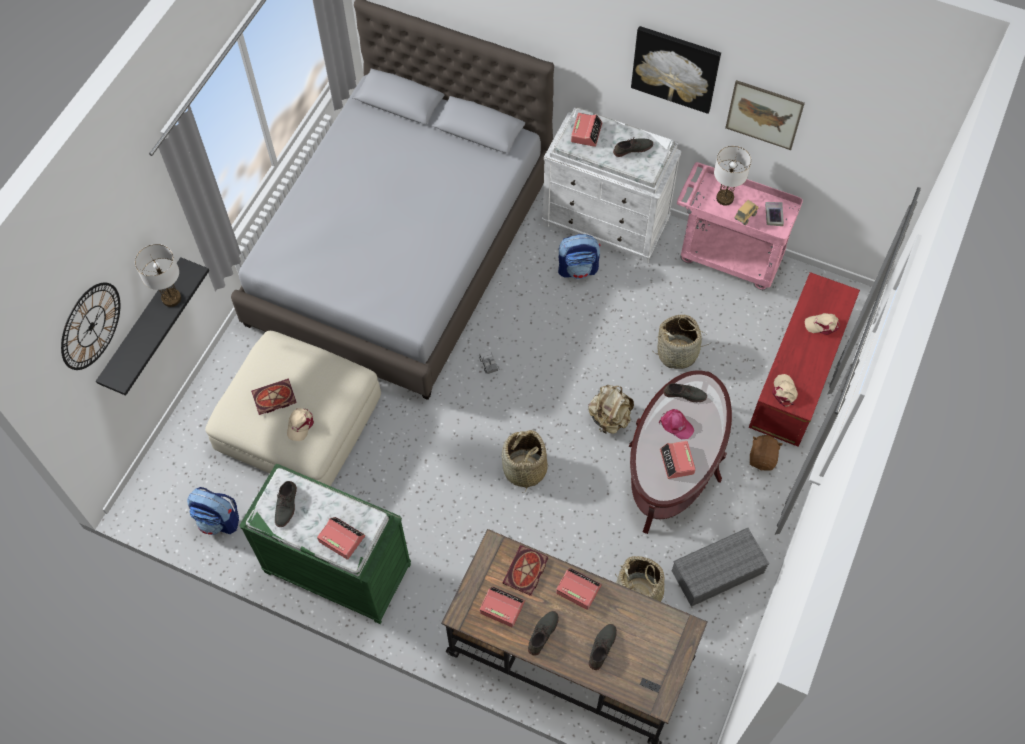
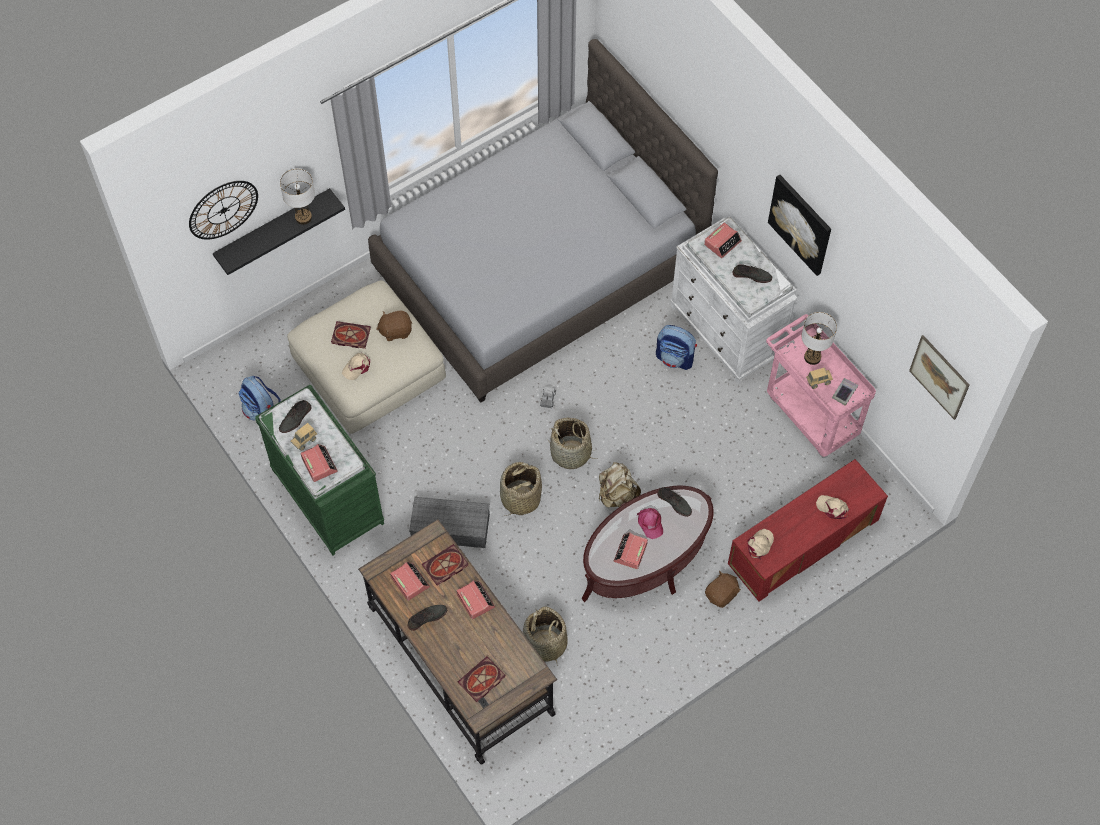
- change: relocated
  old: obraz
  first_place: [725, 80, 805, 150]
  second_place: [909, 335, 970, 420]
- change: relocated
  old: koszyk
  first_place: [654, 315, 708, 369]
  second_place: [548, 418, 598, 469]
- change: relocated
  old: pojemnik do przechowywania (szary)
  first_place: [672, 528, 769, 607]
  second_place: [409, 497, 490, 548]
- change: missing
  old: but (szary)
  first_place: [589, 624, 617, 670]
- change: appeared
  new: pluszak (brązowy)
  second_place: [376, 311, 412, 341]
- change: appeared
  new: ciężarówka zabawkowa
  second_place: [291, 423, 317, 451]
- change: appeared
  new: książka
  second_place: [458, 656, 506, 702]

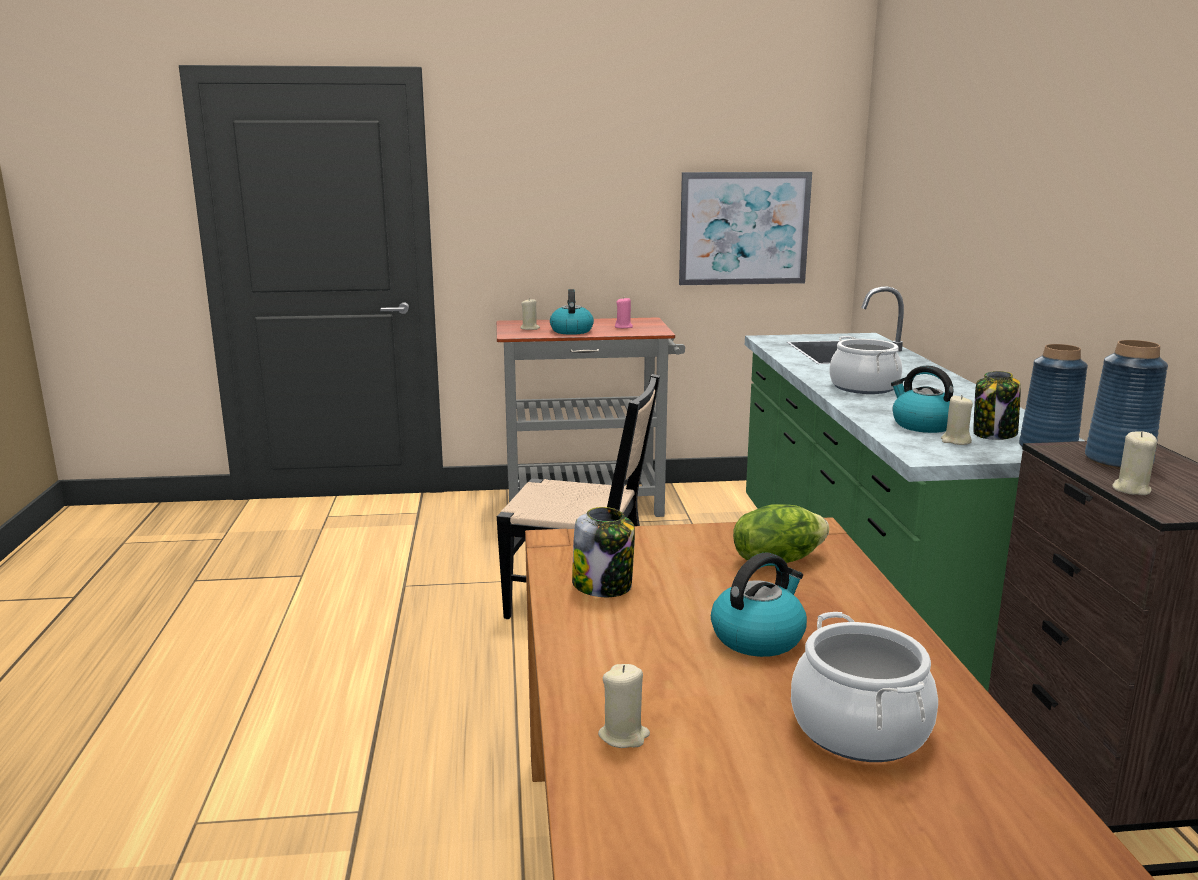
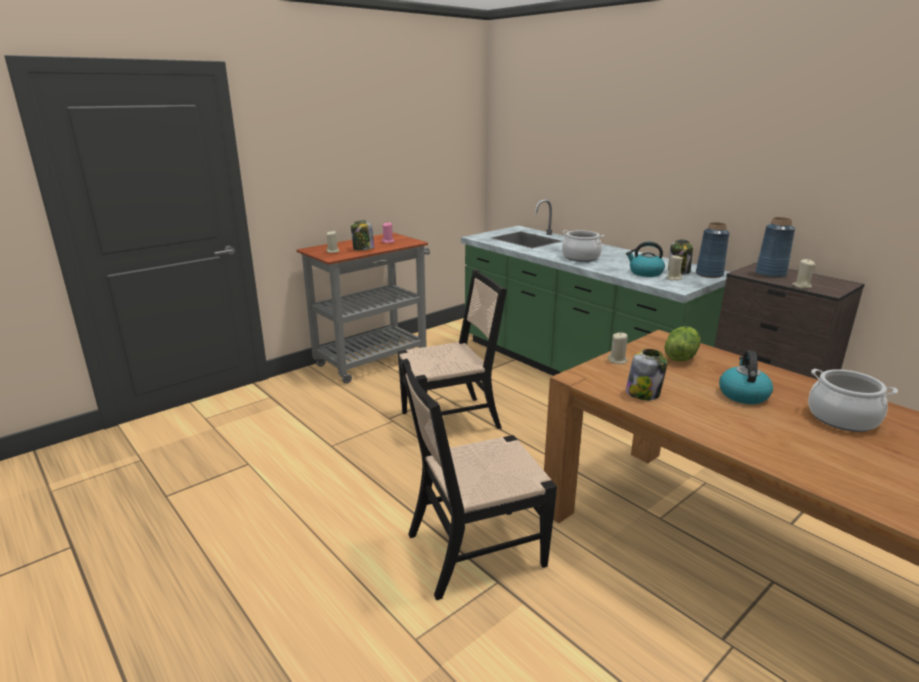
- change: missing
  old: obraz
  first_place: [679, 172, 812, 285]
- change: exchanged
  old: czajnik
  new: słoik
  first_place: [550, 289, 594, 335]
  second_place: [351, 220, 374, 250]
- change: relocated
  old: świeca (beżowy)
  first_place: [598, 664, 650, 748]
  second_place: [608, 332, 628, 364]
- change: appeared
  new: krzesło
  second_place: [400, 359, 557, 600]

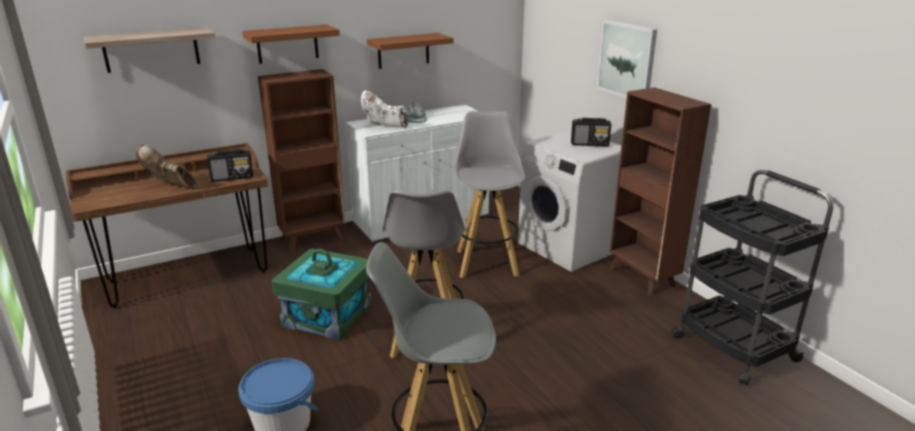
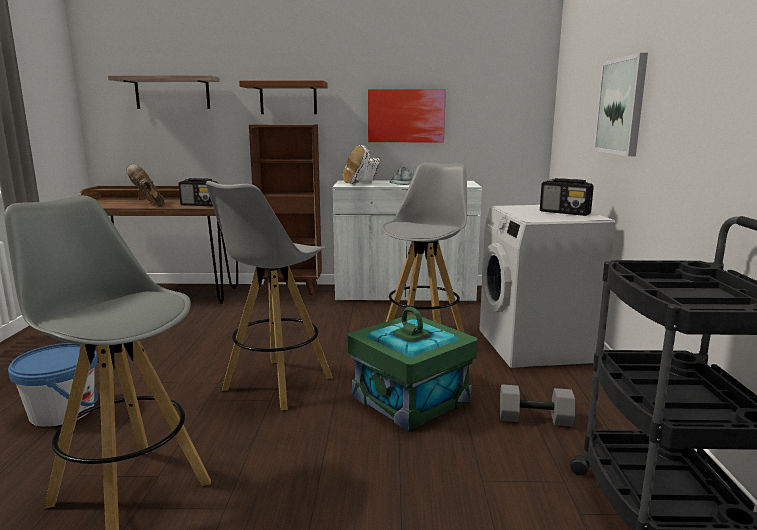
- change: exchanged
  old: półka (brązowy)
  new: obraz
  first_place: [367, 33, 454, 69]
  second_place: [368, 89, 446, 142]
- change: missing
  old: regał (brązowy)
  first_place: [609, 87, 711, 295]
- change: spun
  old: but z cholewką (biały)
  first_place: [361, 91, 408, 128]
  second_place: [342, 145, 380, 184]
  degrees: -105
- change: relocated
  old: pojemnik do przechowywania (zielony)
  first_place: [272, 249, 371, 340]
  second_place: [347, 307, 478, 432]
- change: appeared
  new: hantel (szary)
  second_place: [499, 384, 575, 426]

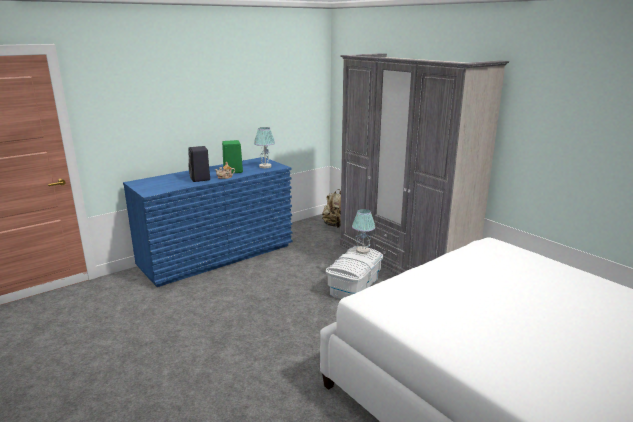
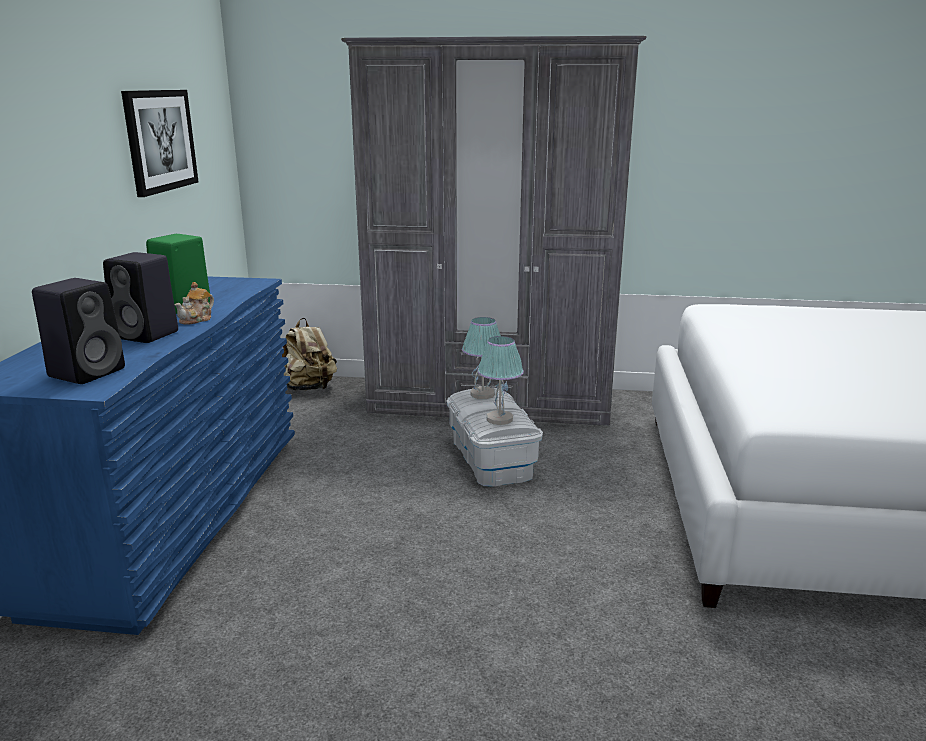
- change: relocated
  old: lampa stołowa
  first_place: [254, 127, 275, 168]
  second_place: [477, 336, 524, 425]
- change: appeared
  new: obraz
  second_place: [121, 90, 198, 197]
- change: appeared
  new: głośnik (czarny)
  second_place: [32, 278, 125, 384]

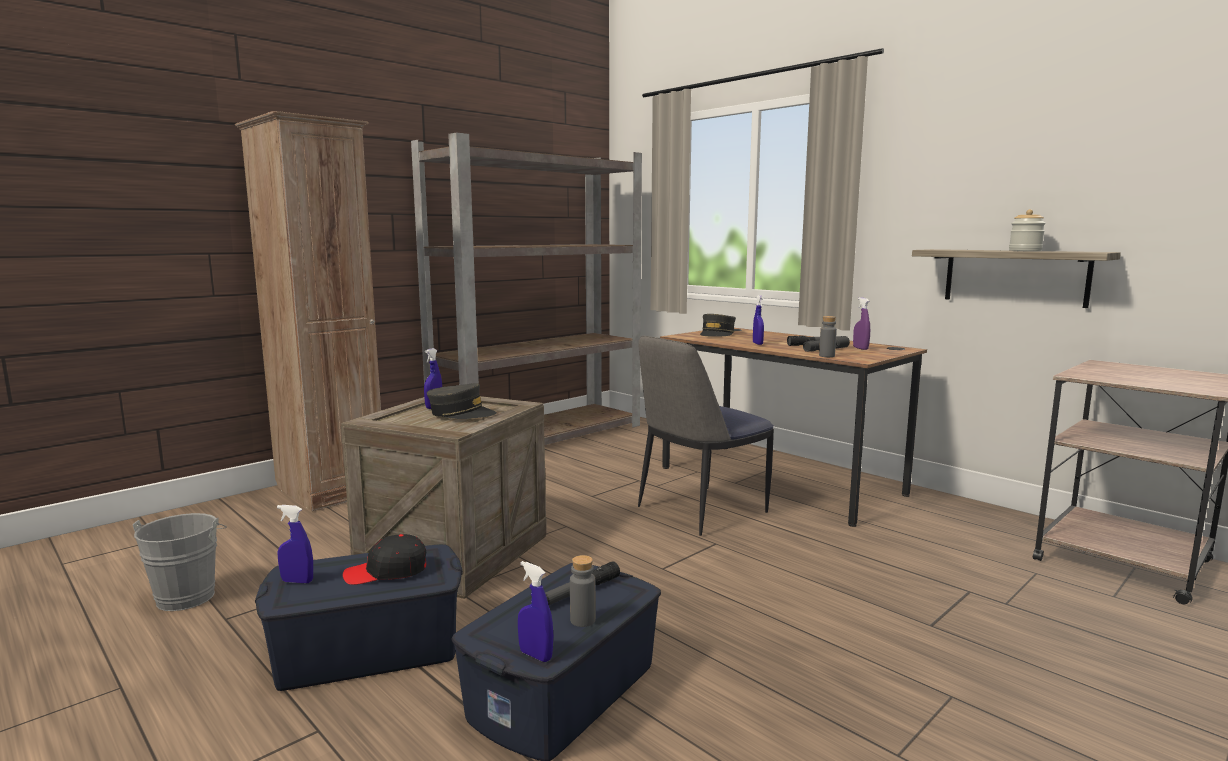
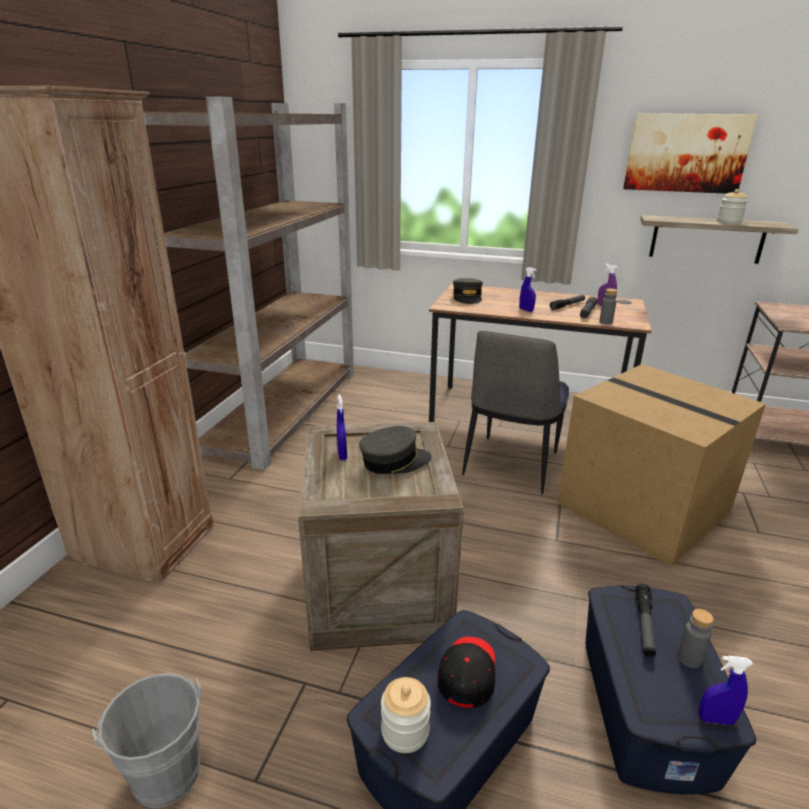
- change: exchanged
  old: spryskiwacz (niebieski)
  new: słoik
  first_place: [277, 505, 313, 583]
  second_place: [381, 677, 431, 753]
- change: spun
  old: czapka z daszkiem (czarny)
  first_place: [343, 534, 427, 585]
  second_place: [437, 636, 496, 708]
  degrees: 150
- change: appeared
  new: obraz
  second_place: [623, 113, 757, 194]
- change: appeared
  new: karton
  second_place: [557, 364, 766, 566]

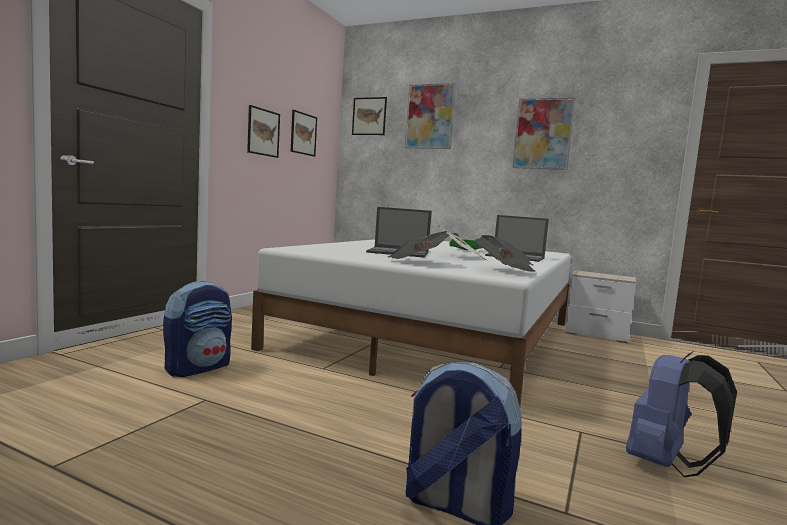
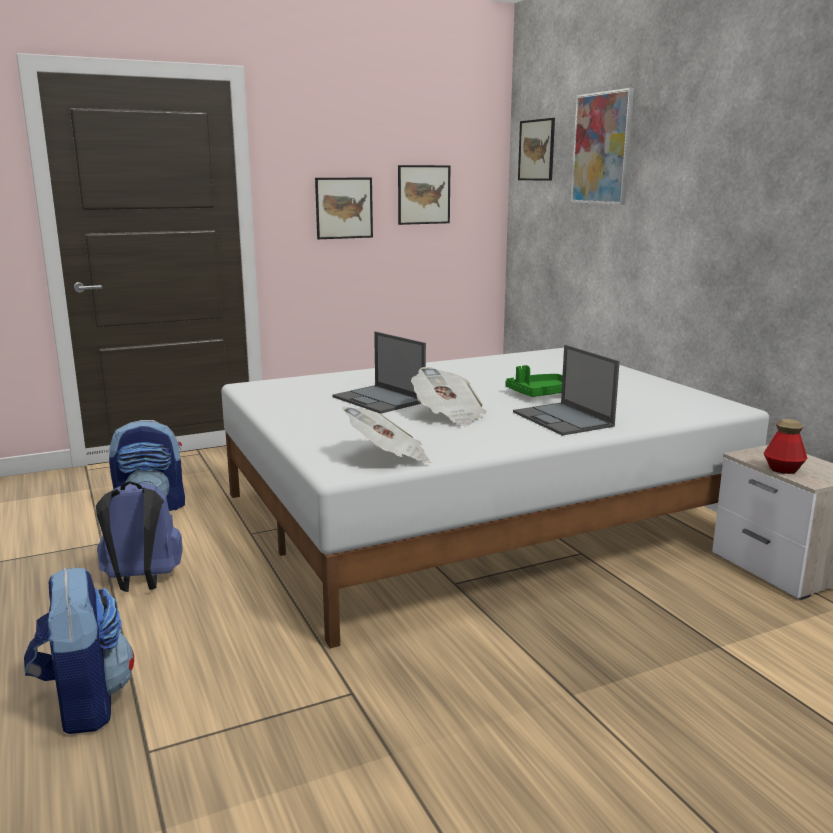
- change: missing
  old: obraz
  first_place: [513, 97, 576, 170]
- change: missing
  old: gazeta
  first_place: [388, 231, 449, 259]
- change: relocated
  old: plecak (niebieski)
  first_place: [626, 351, 737, 477]
  second_place: [96, 481, 183, 592]
- change: appeared
  new: butelka
  second_place: [764, 419, 808, 474]

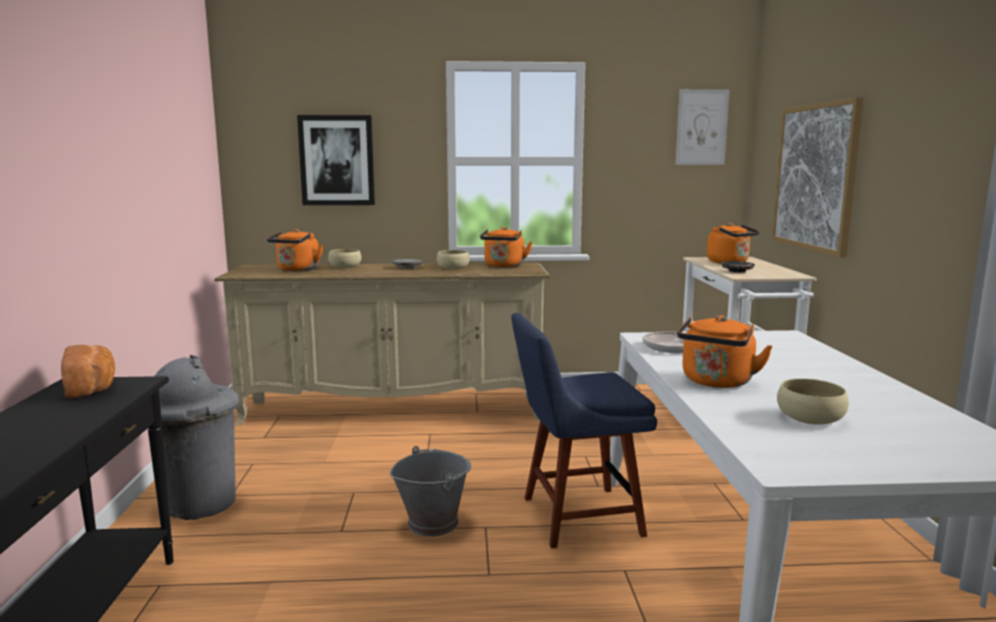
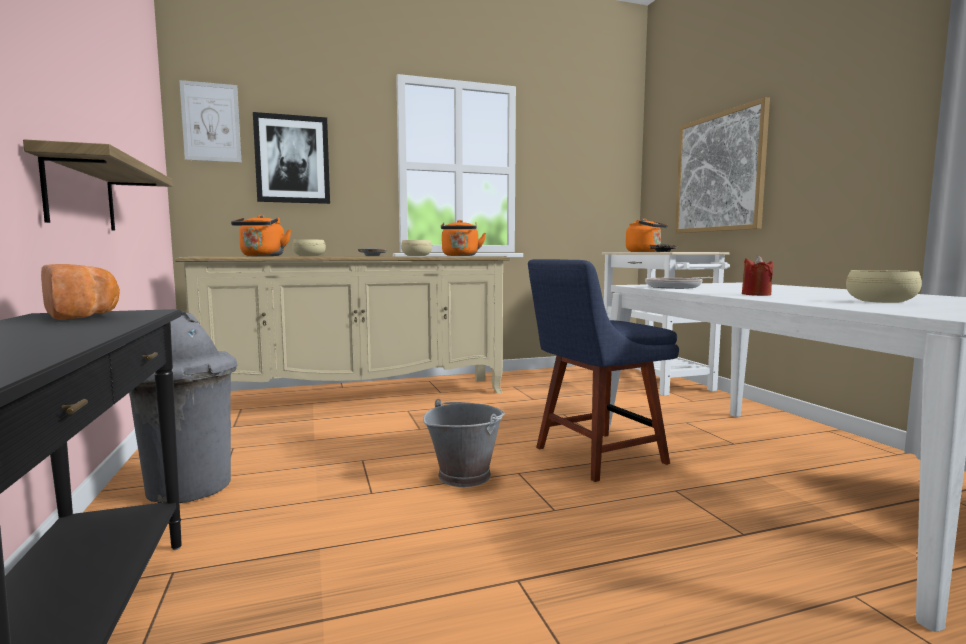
- change: relocated
  old: obraz
  first_place: [675, 89, 730, 165]
  second_place: [179, 80, 242, 163]
- change: exchanged
  old: czajnik (pomarańczowy)
  new: świeca (czerwony)
  first_place: [677, 315, 773, 388]
  second_place: [742, 255, 773, 296]
- change: appeared
  new: półka
  second_place: [23, 139, 173, 231]

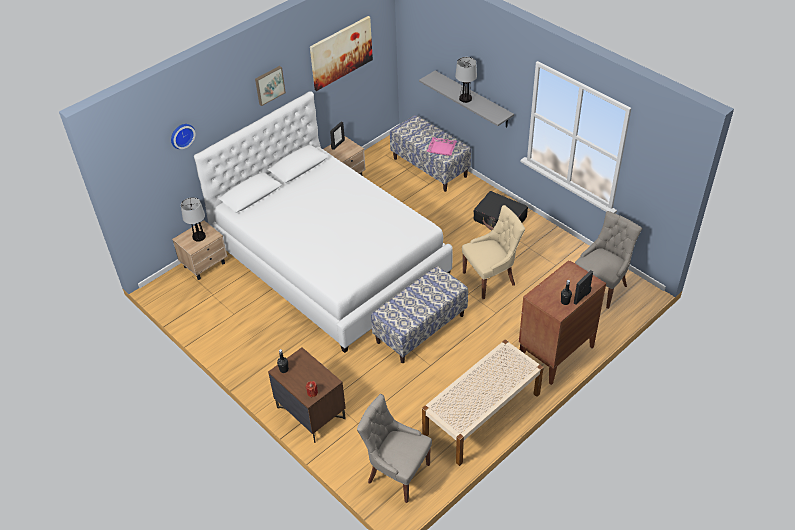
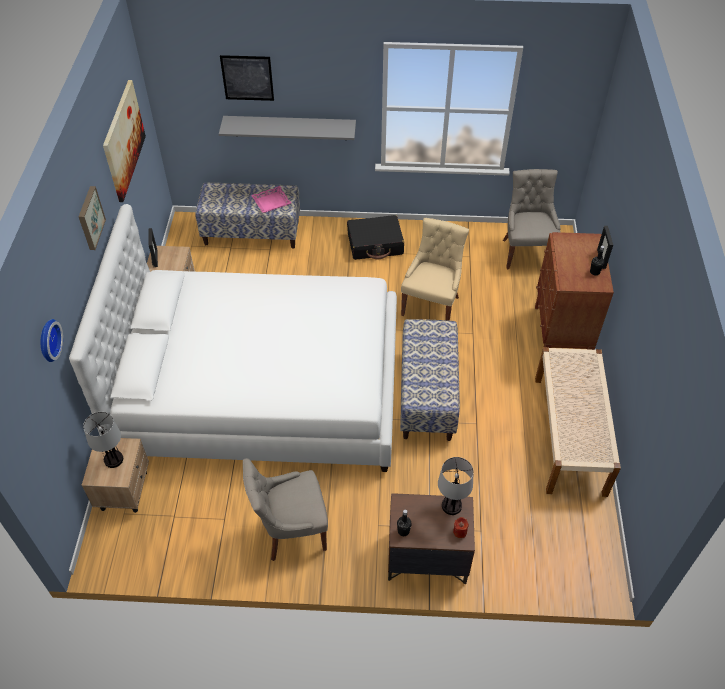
- change: relocated
  old: lampa stołowa
  first_place: [455, 57, 477, 103]
  second_place: [438, 457, 474, 515]
- change: relocated
  old: krzesło (szary)
  first_place: [357, 394, 432, 503]
  second_place: [243, 458, 328, 561]
- change: appeared
  new: obraz
  second_place: [220, 55, 274, 101]

